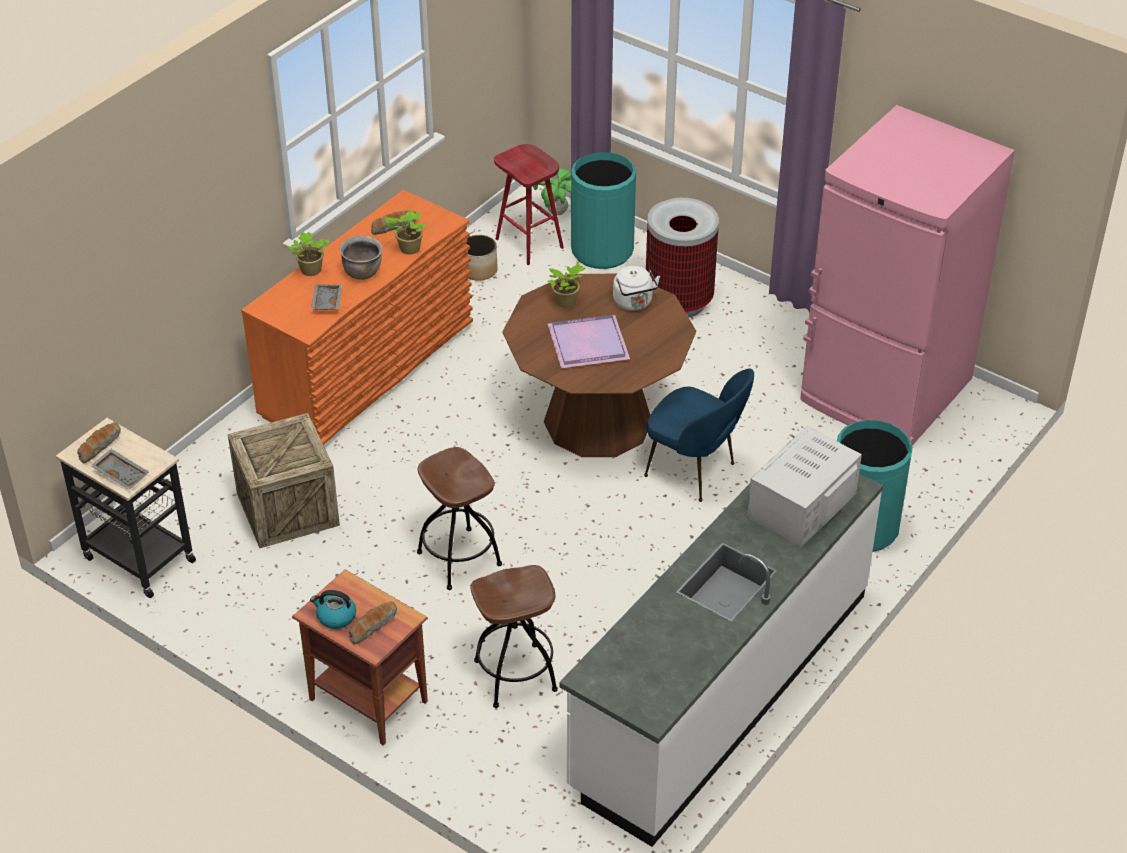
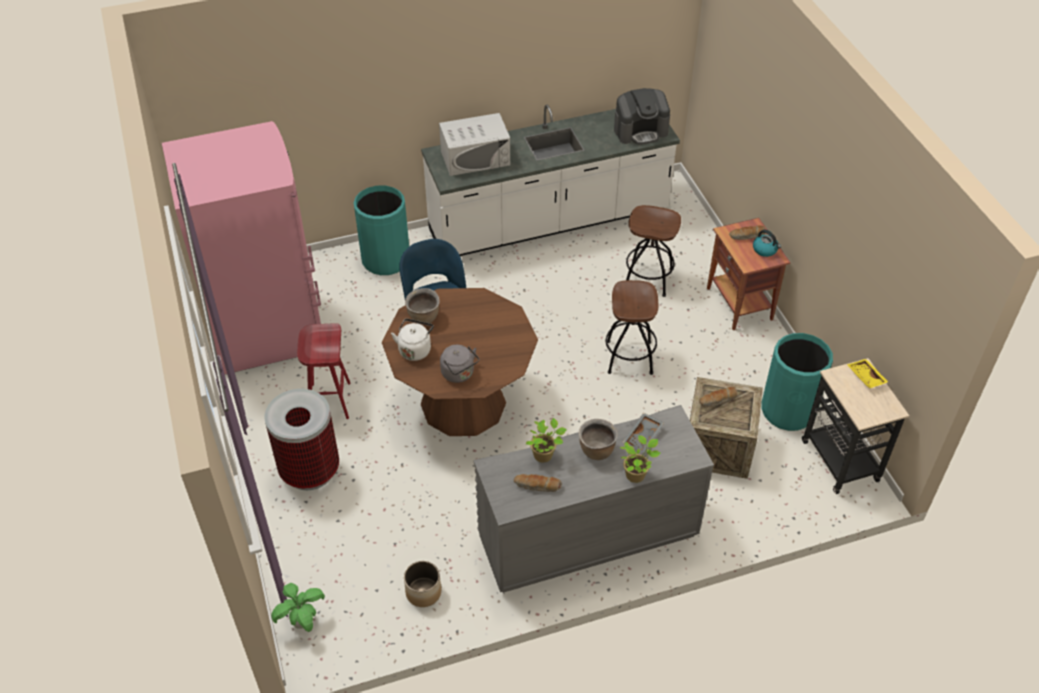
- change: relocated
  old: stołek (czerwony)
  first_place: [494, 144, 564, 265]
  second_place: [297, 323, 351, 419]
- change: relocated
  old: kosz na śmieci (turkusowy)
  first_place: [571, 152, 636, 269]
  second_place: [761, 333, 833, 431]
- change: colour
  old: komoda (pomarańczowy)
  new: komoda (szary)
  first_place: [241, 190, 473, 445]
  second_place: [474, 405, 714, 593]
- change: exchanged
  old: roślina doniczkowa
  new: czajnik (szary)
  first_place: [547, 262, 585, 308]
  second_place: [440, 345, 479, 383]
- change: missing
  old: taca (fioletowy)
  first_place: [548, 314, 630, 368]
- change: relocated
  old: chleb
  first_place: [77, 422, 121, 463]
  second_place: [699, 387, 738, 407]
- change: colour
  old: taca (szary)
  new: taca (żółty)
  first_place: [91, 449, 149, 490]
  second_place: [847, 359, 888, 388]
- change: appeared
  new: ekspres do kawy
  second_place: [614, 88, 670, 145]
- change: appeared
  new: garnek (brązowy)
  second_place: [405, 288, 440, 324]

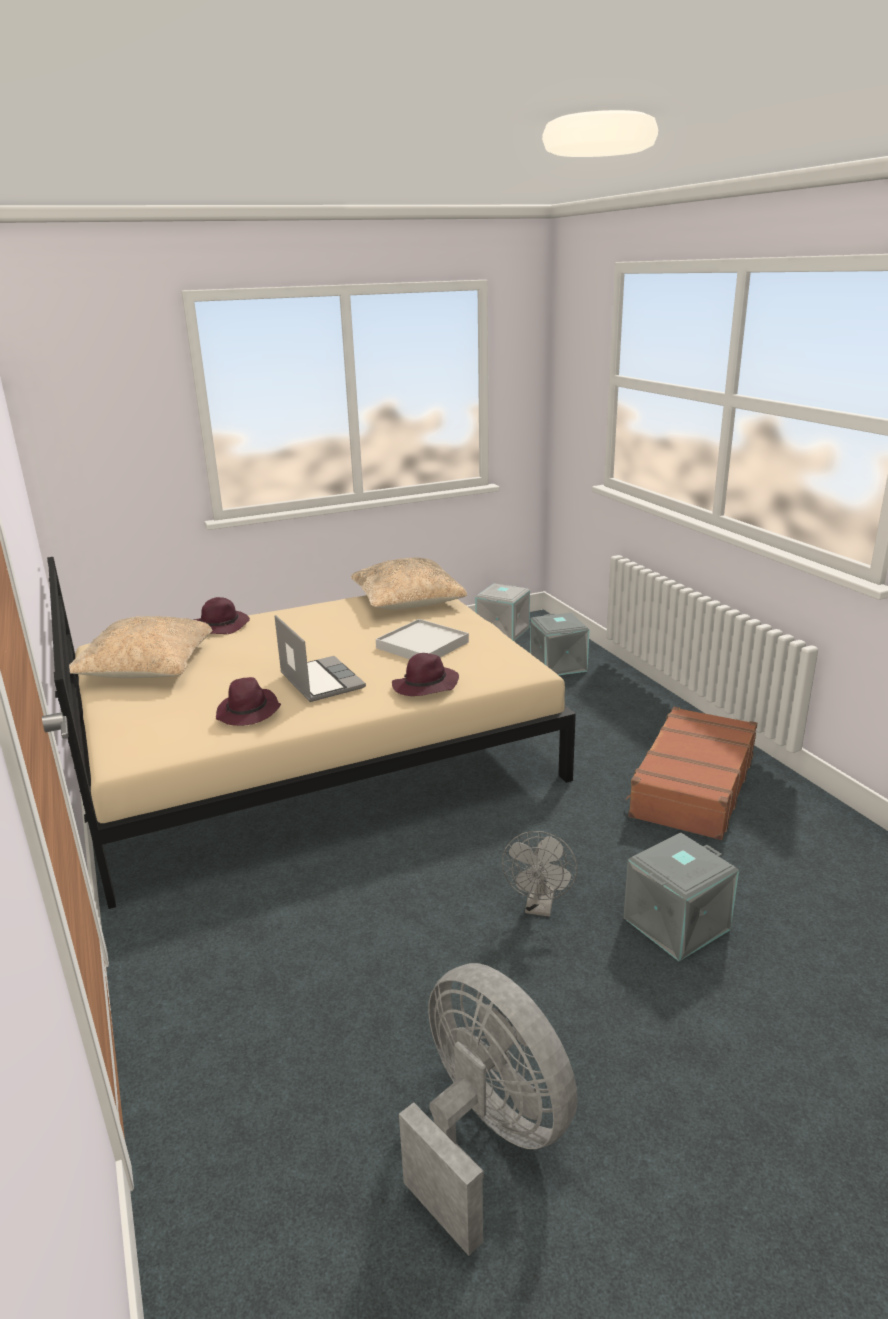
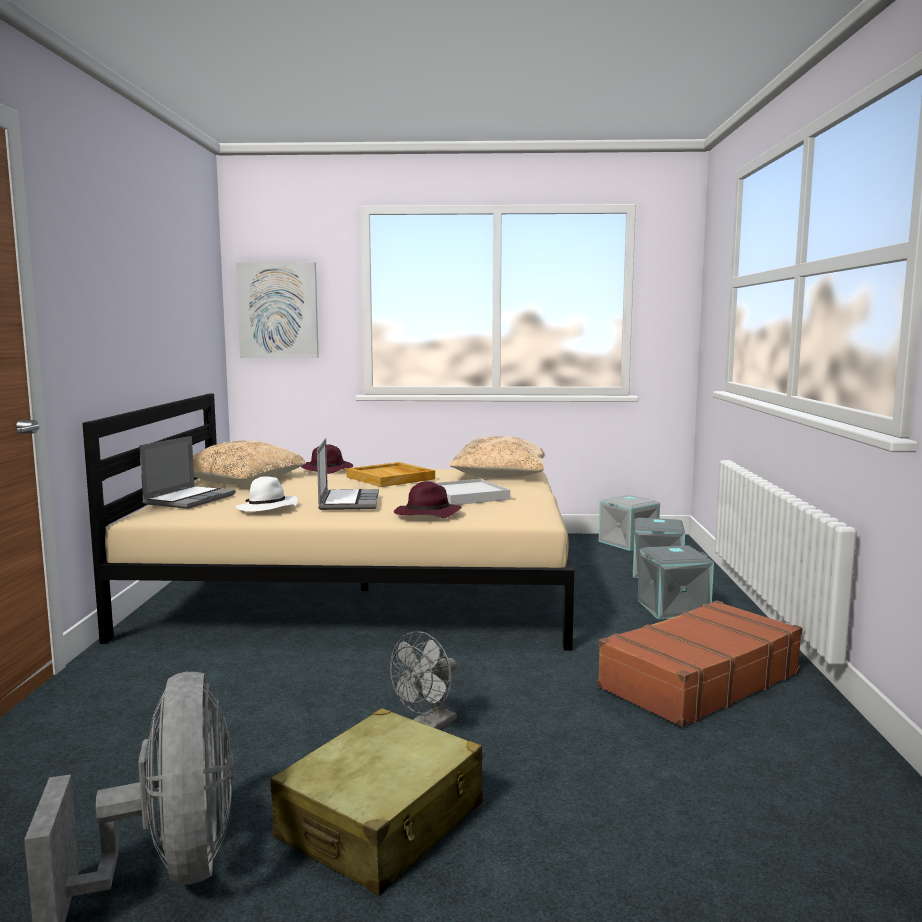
- change: colour
  old: kapelusz (fioletowy)
  new: kapelusz (biały)
  first_place: [216, 677, 281, 726]
  second_place: [235, 476, 298, 512]
- change: relocated
  old: pojemnik do przechowywania (szary)
  first_place: [624, 832, 739, 961]
  second_place: [638, 546, 714, 619]
- change: appeared
  new: obraz
  second_place: [236, 262, 319, 358]
- change: appeared
  new: laptop
  second_place: [139, 436, 236, 509]
- change: appeared
  new: taca (beżowy)
  second_place: [346, 462, 435, 487]
- change: appeared
  new: walizka (beżowy)
  second_place: [270, 708, 483, 896]

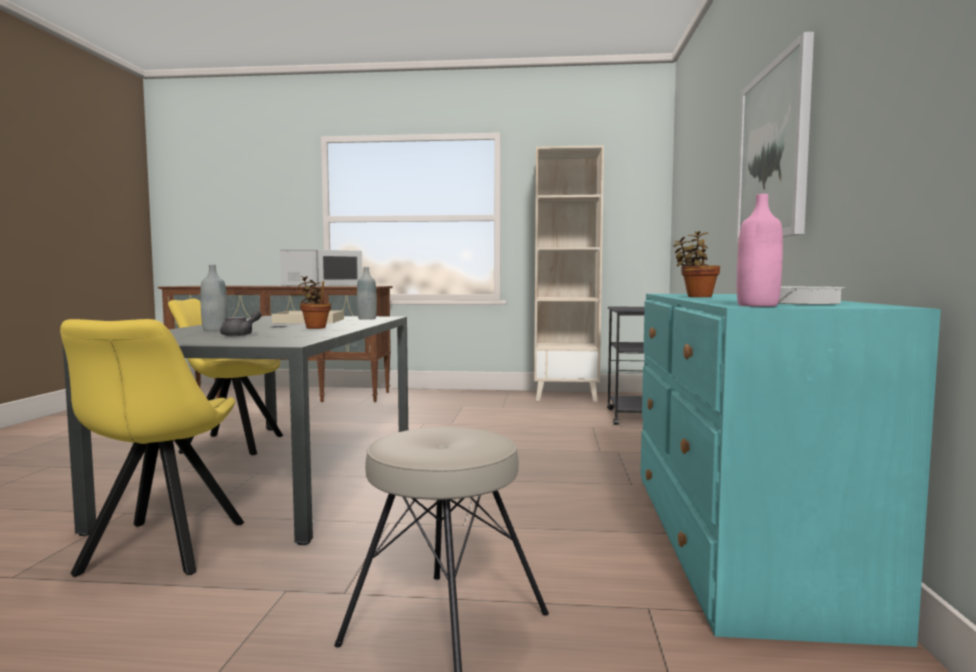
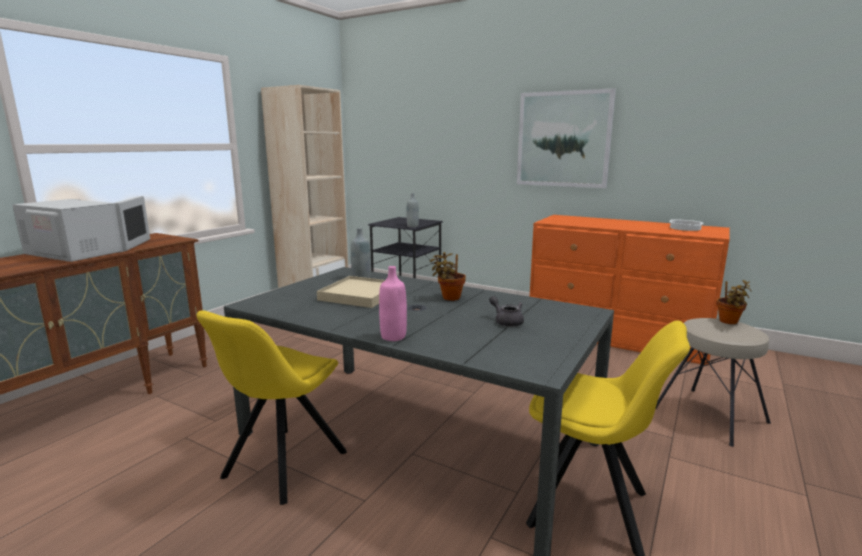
- change: relocated
  old: butelka (różowy)
  first_place: [737, 194, 783, 307]
  second_place: [379, 266, 407, 341]
- change: relocated
  old: roślina doniczkowa
  first_place: [673, 231, 720, 297]
  second_place: [716, 280, 752, 324]
- change: relocated
  old: butelka (szary)
  first_place: [200, 265, 228, 331]
  second_place: [407, 193, 419, 227]
- change: colour
  old: komoda (turkusowy)
  new: komoda (pomarańczowy)
  first_place: [640, 294, 941, 647]
  second_place: [530, 215, 730, 366]

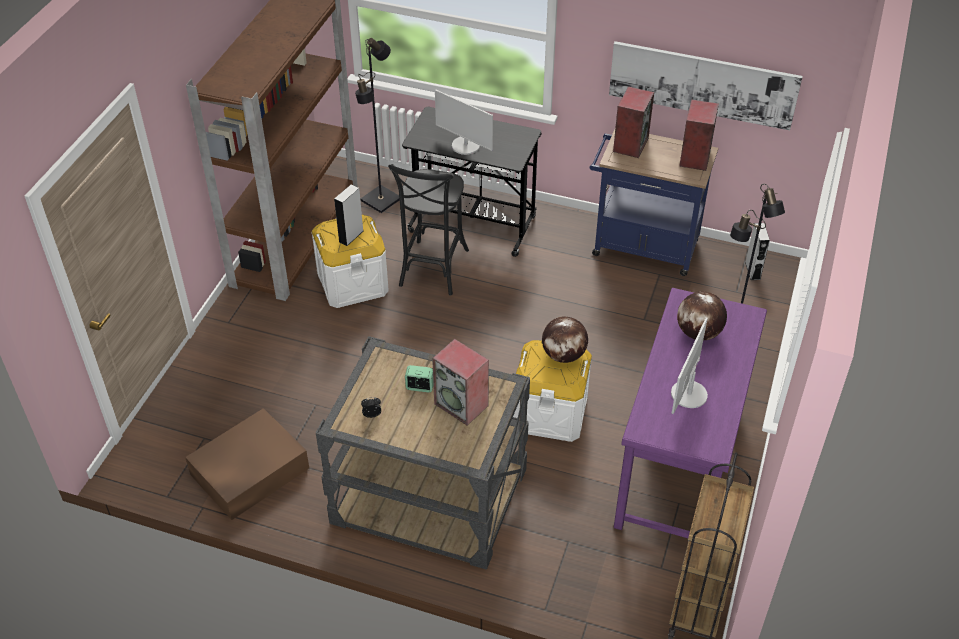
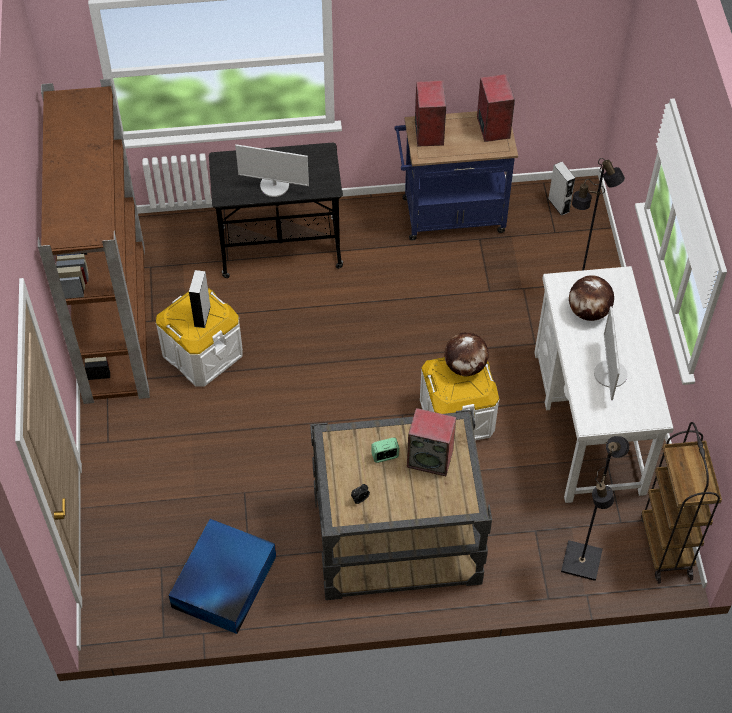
- change: relocated
  old: lampa stojąca (czarny)
  first_place: [355, 38, 400, 213]
  second_place: [561, 436, 629, 581]
- change: missing
  old: obraz
  first_place: [609, 41, 803, 130]
- change: missing
  old: stołek (czarny)
  first_place: [388, 164, 469, 296]
- change: colour
  old: biurko (fioletowy)
  new: biurko (biały)
  first_place: [614, 288, 767, 538]
  second_place: [534, 266, 674, 503]
- change: colour
  old: pojemnik do przechowywania (brązowy)
  new: pojemnik do przechowywania (niebieski)
  first_place: [185, 408, 309, 520]
  second_place: [169, 519, 276, 634]

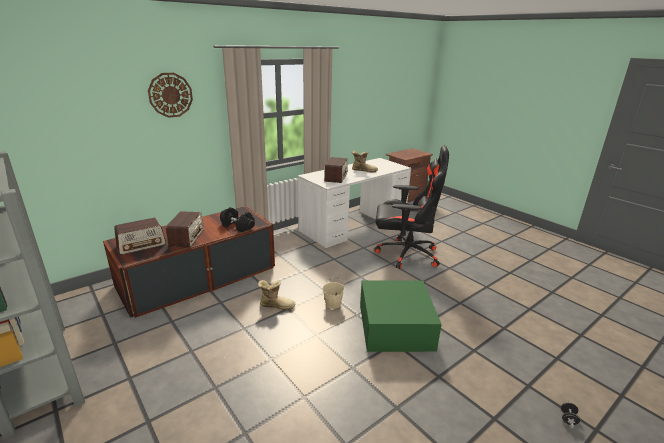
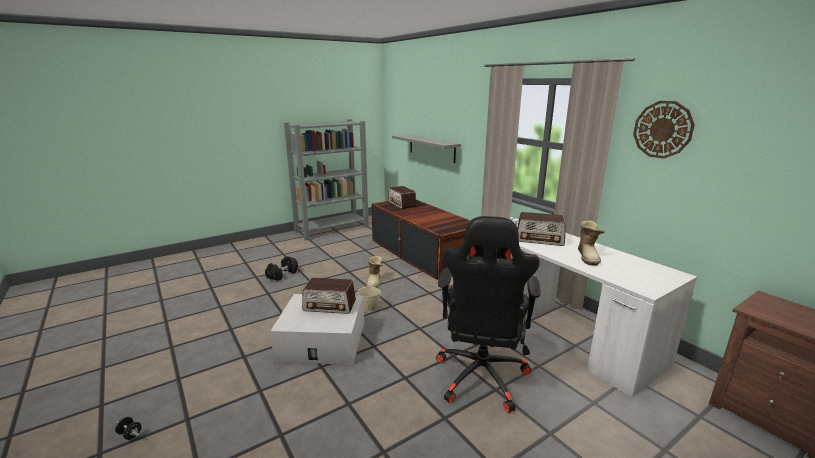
- change: relocated
  old: zegar ścienny
  first_place: [148, 73, 193, 118]
  second_place: [633, 101, 695, 159]
- change: relocated
  old: hantel (czarny)
  first_place: [220, 207, 255, 232]
  second_place: [265, 256, 298, 281]
- change: relocated
  old: radio
  first_place: [166, 211, 204, 247]
  second_place: [302, 278, 356, 314]
- change: colour
  old: pojemnik do przechowywania (zielony)
  new: pojemnik do przechowywania (biały)
  first_place: [360, 280, 442, 352]
  second_place: [270, 294, 364, 365]
- change: appeared
  new: półka (szary)
  second_place: [392, 134, 461, 163]

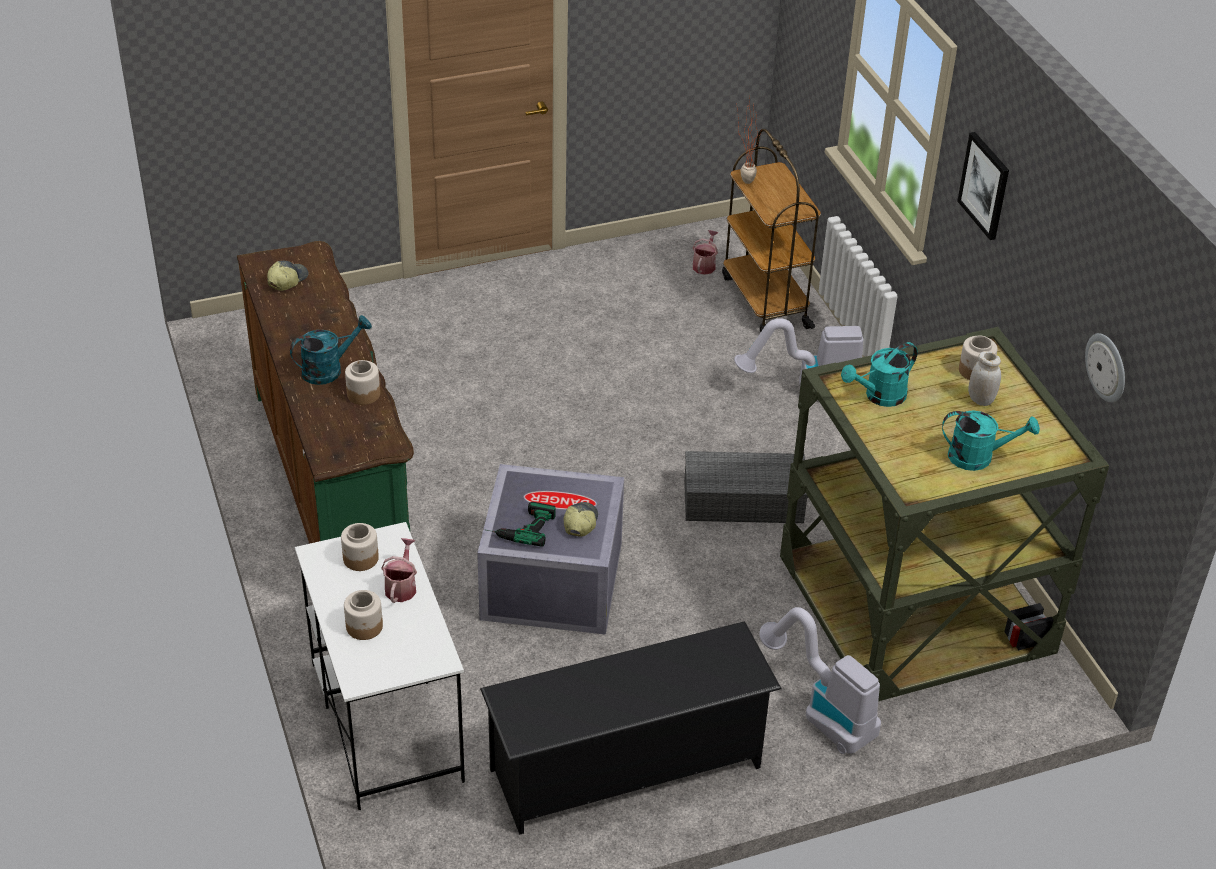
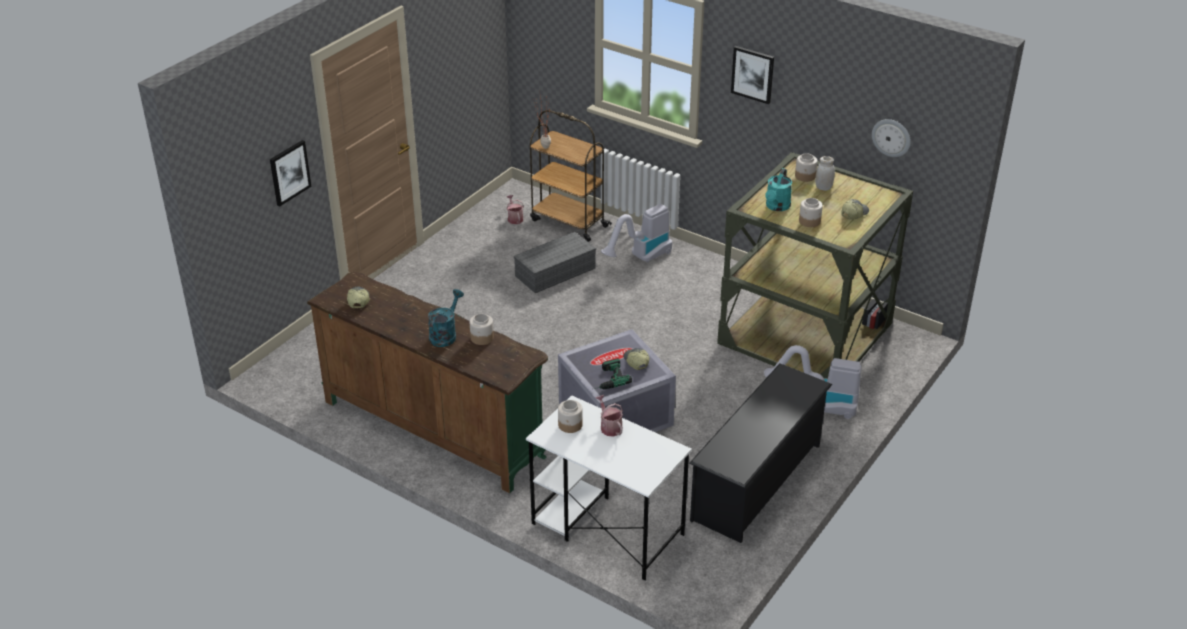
- change: exchanged
  old: konewka (turkusowy)
  new: czapka z daszkiem
  first_place: [942, 410, 1040, 471]
  second_place: [842, 199, 869, 220]
- change: relocated
  old: pojemnik do przechowywania (szary)
  first_place: [684, 451, 808, 523]
  second_place: [514, 232, 596, 293]
- change: relocated
  old: słoik
  first_place: [344, 590, 383, 640]
  second_place: [799, 198, 823, 227]
- change: appeared
  new: obraz
  second_place: [270, 140, 312, 206]

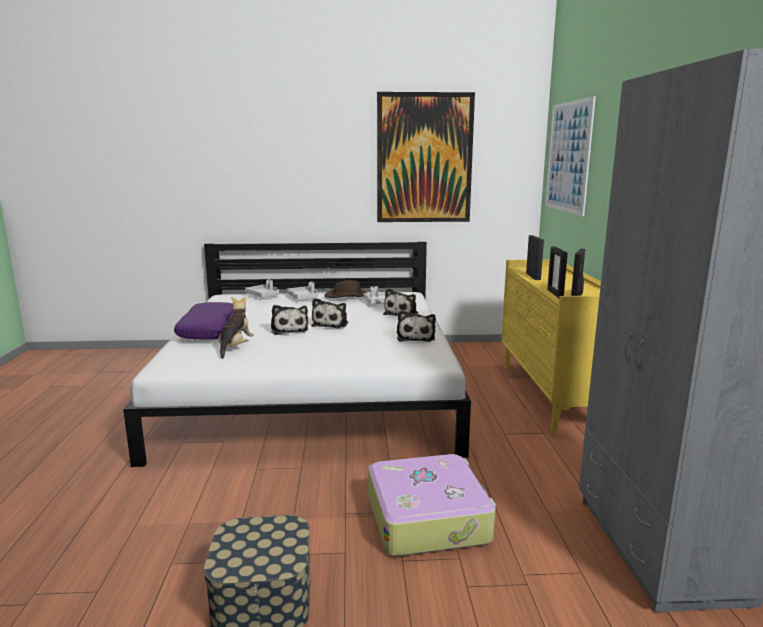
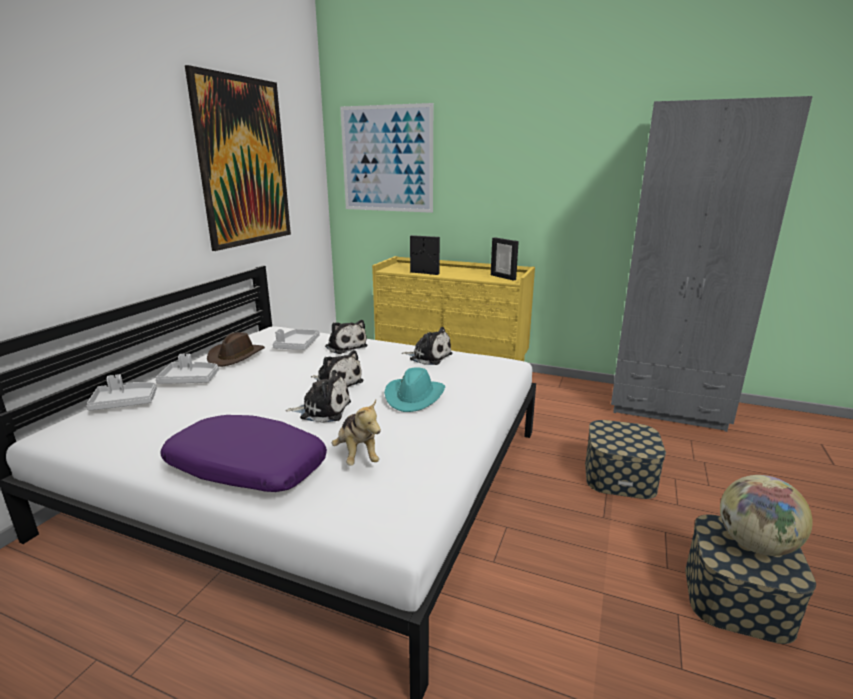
- change: missing
  old: ramka na zdjęcie
  first_place: [547, 246, 568, 298]
- change: spun
  old: pluszak
  first_place: [219, 297, 254, 359]
  second_place: [332, 400, 381, 466]
  degrees: -150
- change: exchanged
  old: walizka
  new: pojemnik do przechowywania
  first_place: [368, 454, 496, 556]
  second_place: [585, 420, 666, 499]
- change: appeared
  new: kapelusz (turkusowy)
  second_place: [384, 367, 445, 412]
- change: appeared
  new: globus
  second_place: [720, 475, 813, 556]

